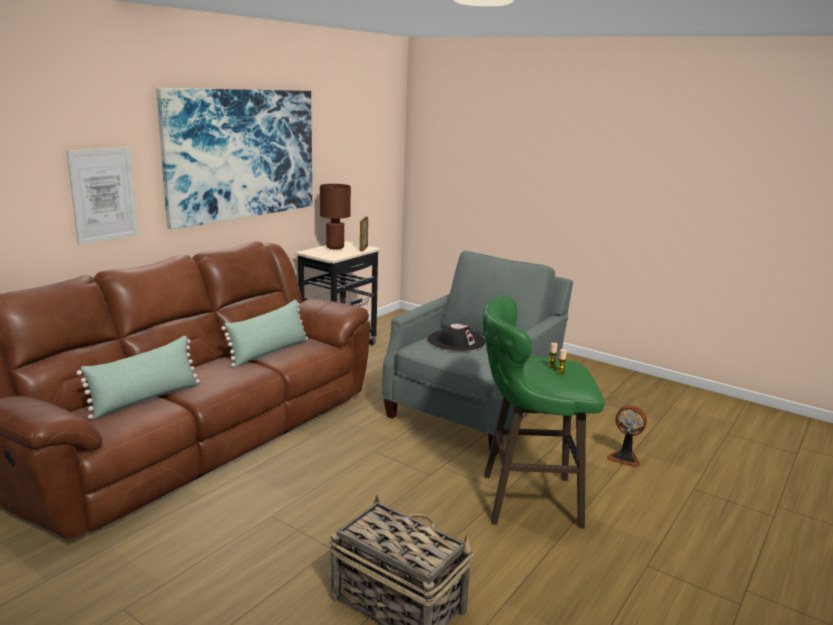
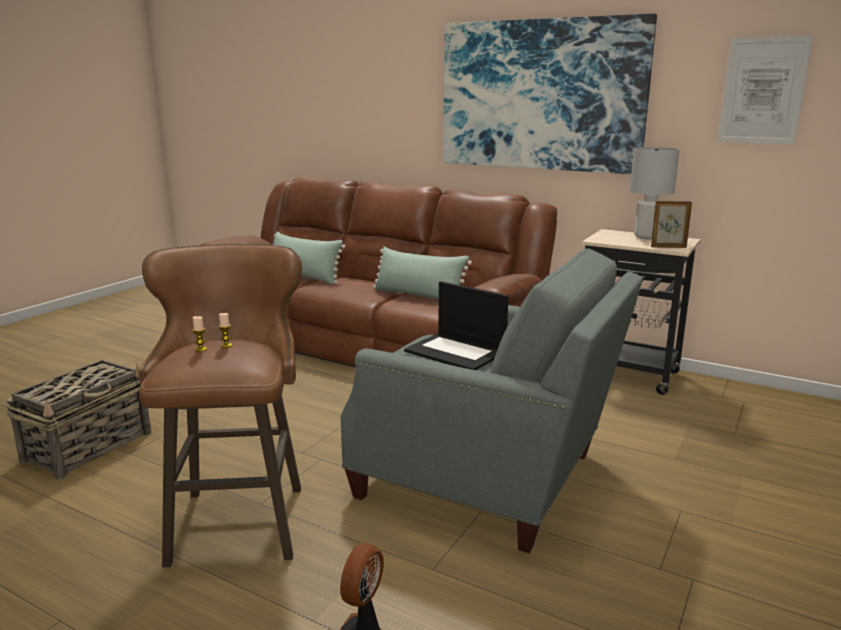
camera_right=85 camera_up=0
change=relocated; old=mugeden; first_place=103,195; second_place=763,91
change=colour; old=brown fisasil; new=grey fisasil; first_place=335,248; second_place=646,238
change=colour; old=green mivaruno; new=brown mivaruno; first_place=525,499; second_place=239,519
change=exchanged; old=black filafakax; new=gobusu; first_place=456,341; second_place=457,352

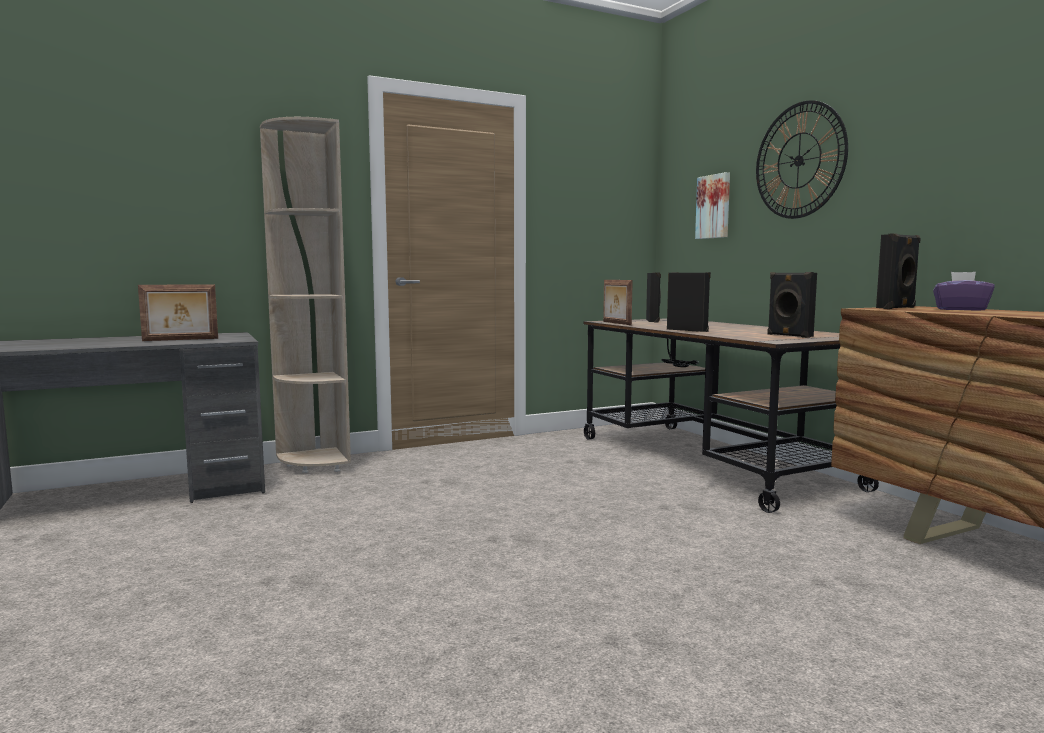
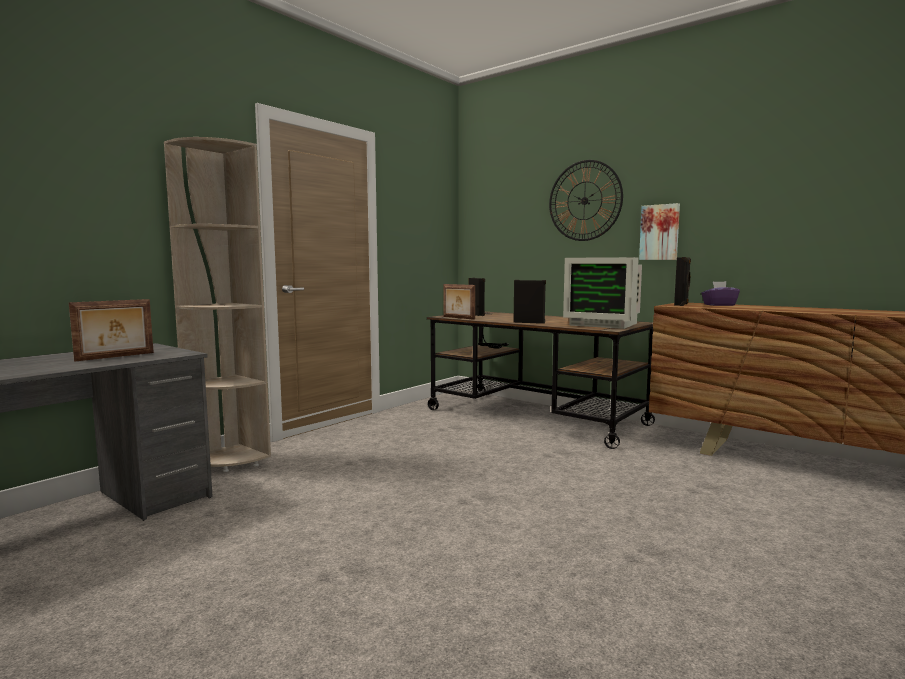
camera_right=-25 camera_up=0
change=relocated; old=mugeden; first_place=714,206; second_place=659,232
change=exchanged; old=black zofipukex; new=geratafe; first_place=789,335; second_place=603,324

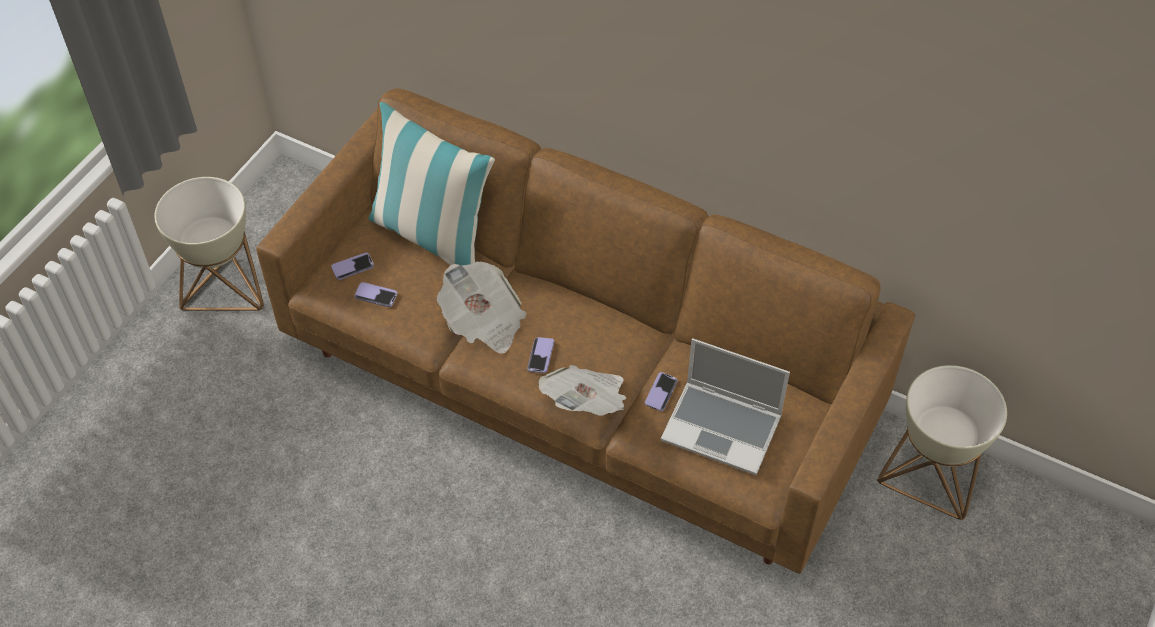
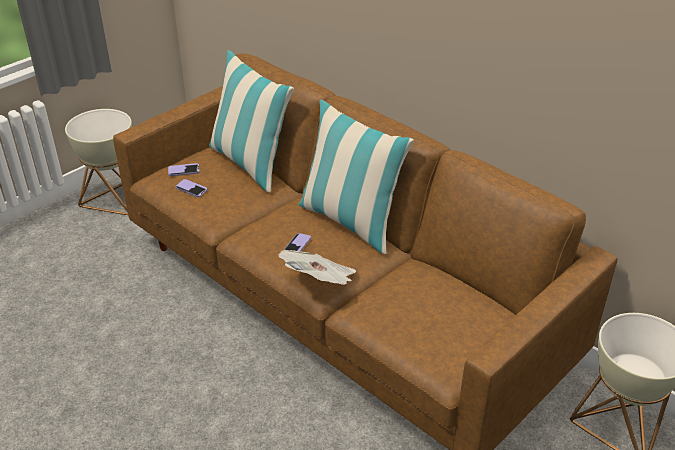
camera_right=15 camera_up=-15
change=missing; old=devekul; first_place=483,321
change=missing; old=gobusu; first_place=723,428
change=missing; old=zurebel; first_place=661,392
change=appeared; new=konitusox; second_place=350,221

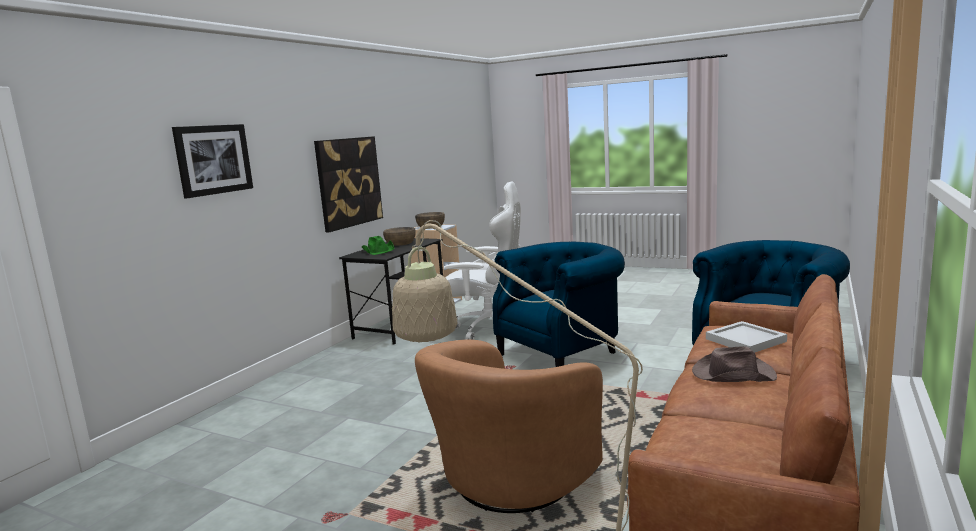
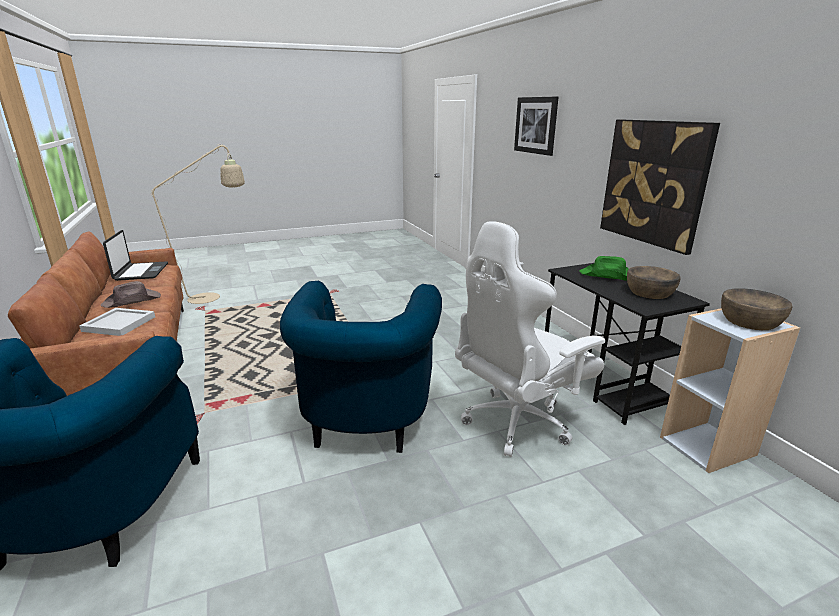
camera_right=130 camera_up=10
change=missing; old=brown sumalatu; first_place=512,481
change=appeared; new=gobusu; second_place=141,272

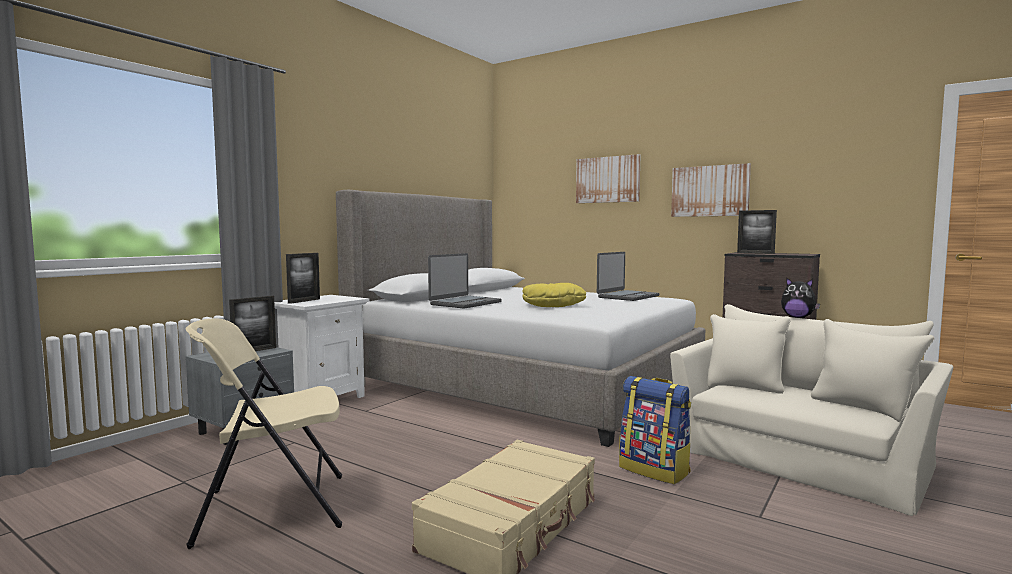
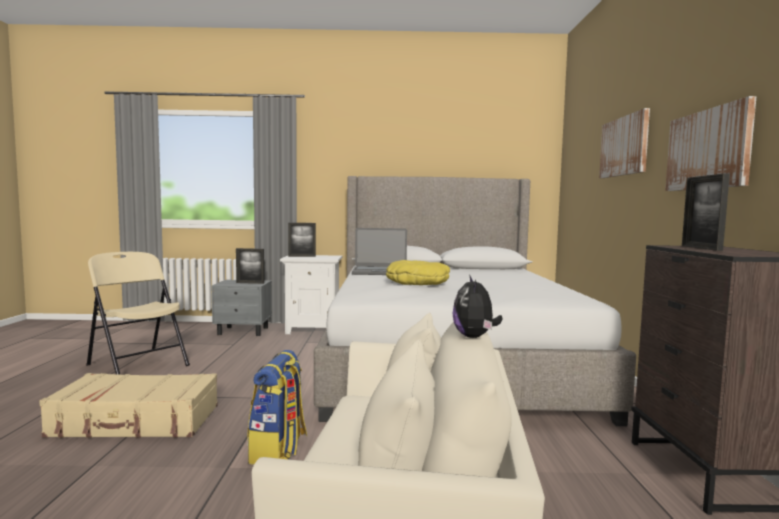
camera_right=55 camera_up=0
change=missing; old=gobusu; first_place=627,296

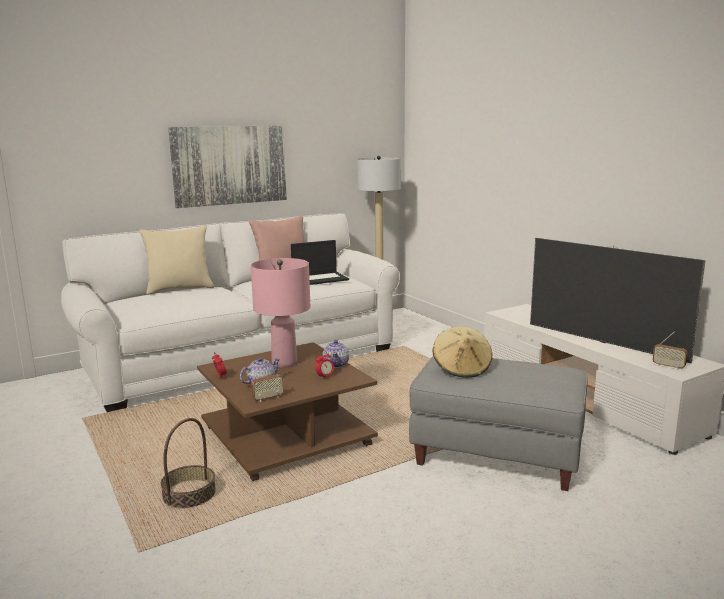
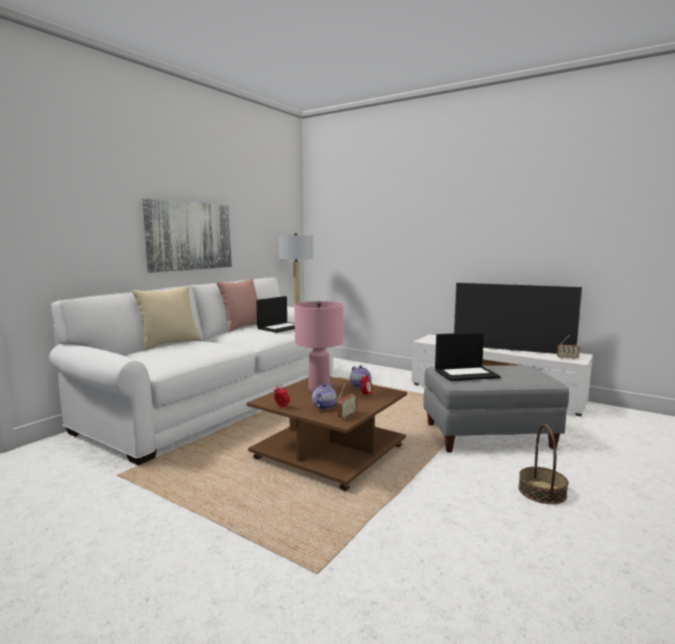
camera_right=-25 camera_up=-5
change=exchanged; old=beige filafakax; new=gobusu; first_place=462,369; second_place=466,373
change=relocated; old=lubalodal; first_place=189,495; second_place=542,492

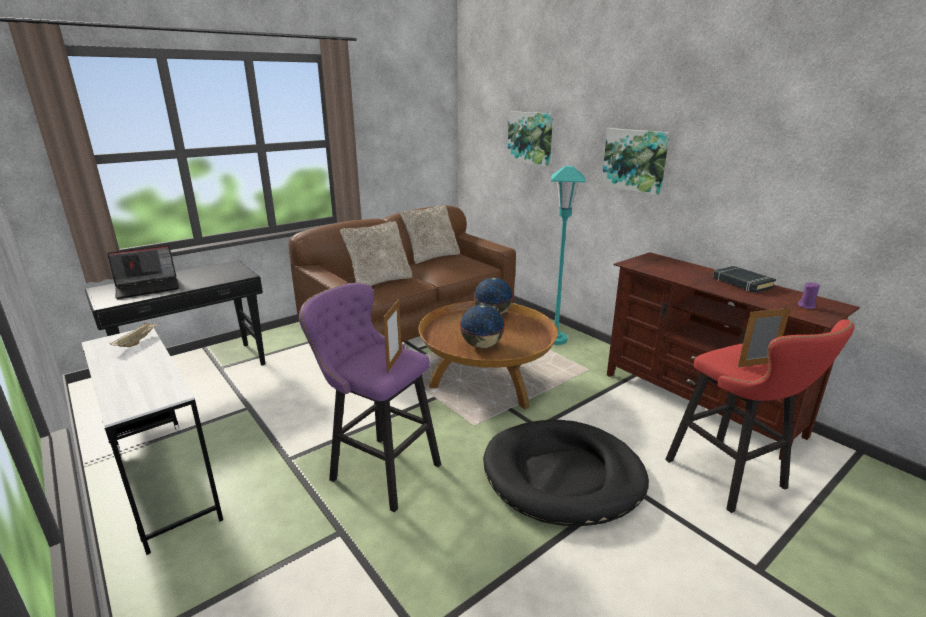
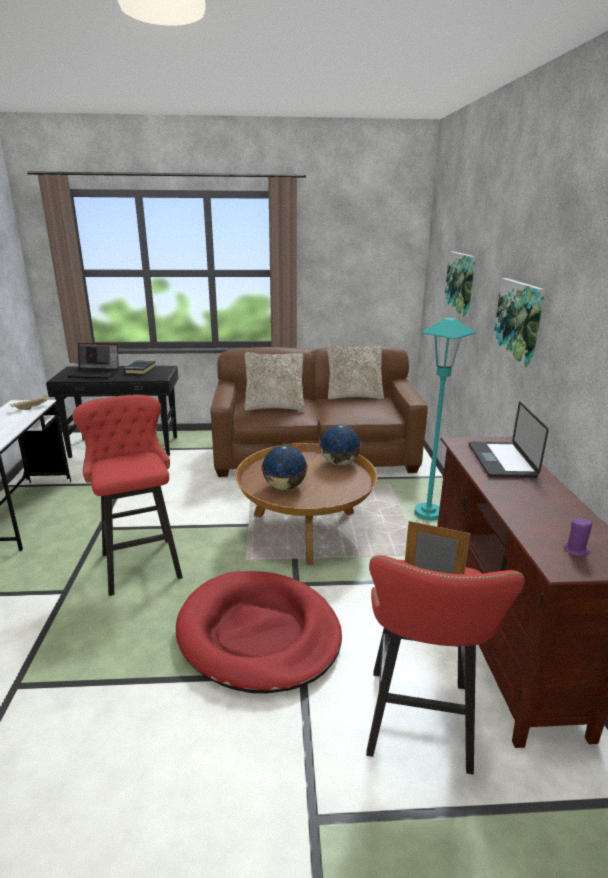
camera_right=35 camera_up=0
change=relocated; old=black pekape; first_place=741,283; second_place=140,370
change=colour; old=purple mivaruno; new=red mivaruno; first_place=376,467; second_place=140,559
change=missing; old=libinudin; first_place=394,362
change=colour; old=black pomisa; new=red pomisa; first_place=563,475; second_place=259,634
change=appeared; new=gobusu; second_place=501,461

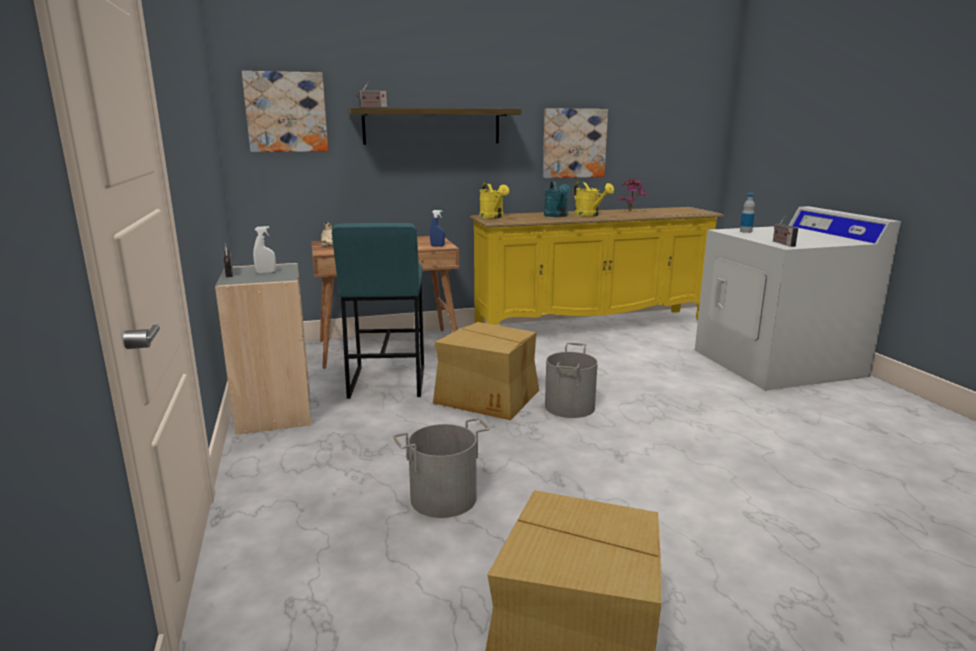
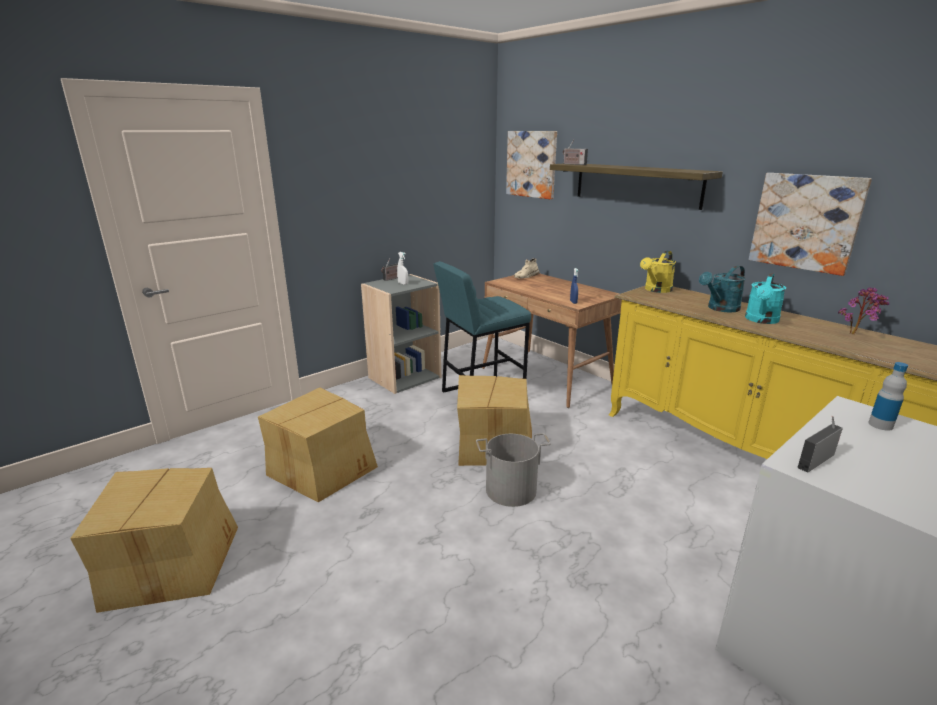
camera_right=65 camera_up=5
change=colour; old=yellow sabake; new=turquoise sabake; first_place=590,215; second_place=761,320
change=exchanged; old=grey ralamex; new=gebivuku; first_place=443,497; second_place=322,468

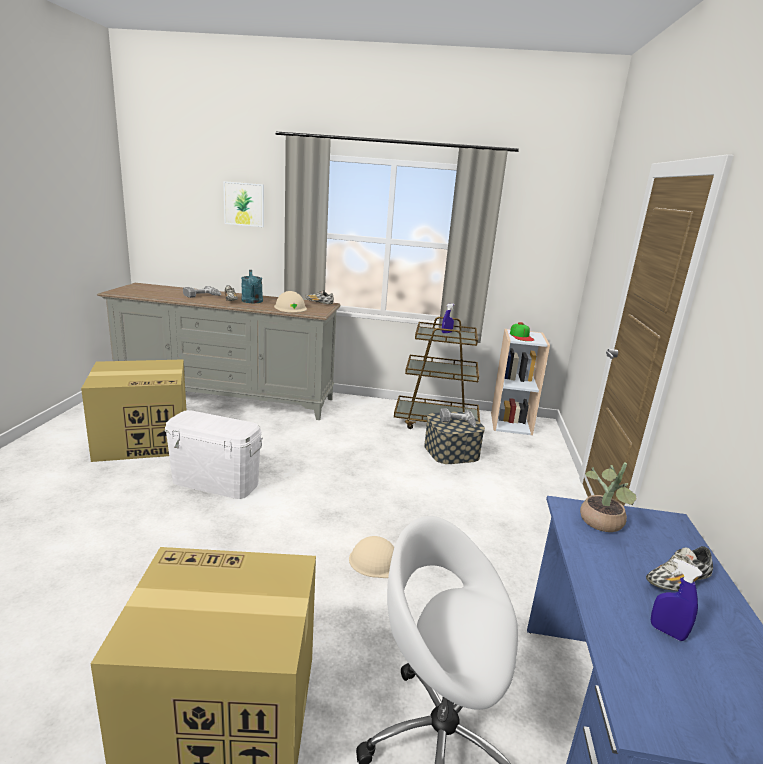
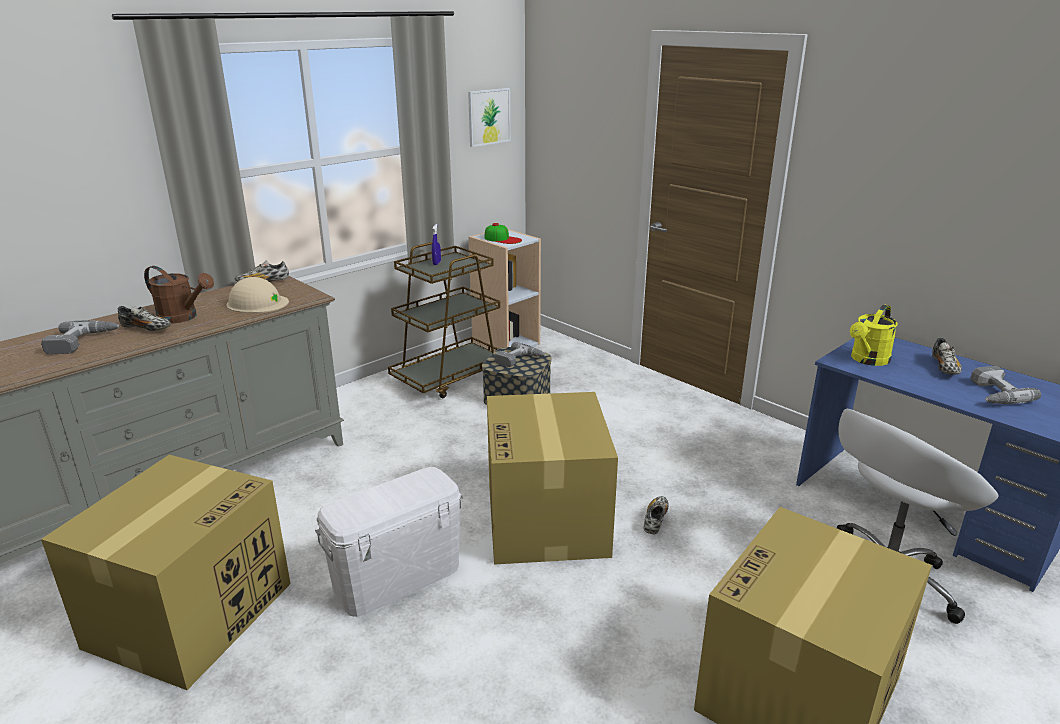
camera_right=-50 camera_up=5
change=relocated; old=mugeden; first_place=244,204; second_place=489,117
change=colour; old=turquoise sabake; new=brown sabake; first_place=252,302; second_place=183,317
change=exchanged; old=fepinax; new=yellow sabake; first_place=602,524; second_place=867,360
change=exchanged; old=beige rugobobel; new=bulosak; first_place=376,561; second_place=655,520
change=exchanged; old=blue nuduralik; new=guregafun; first_place=667,632; second_place=992,393
change=appeared; new=gebivuku; second_place=547,521

